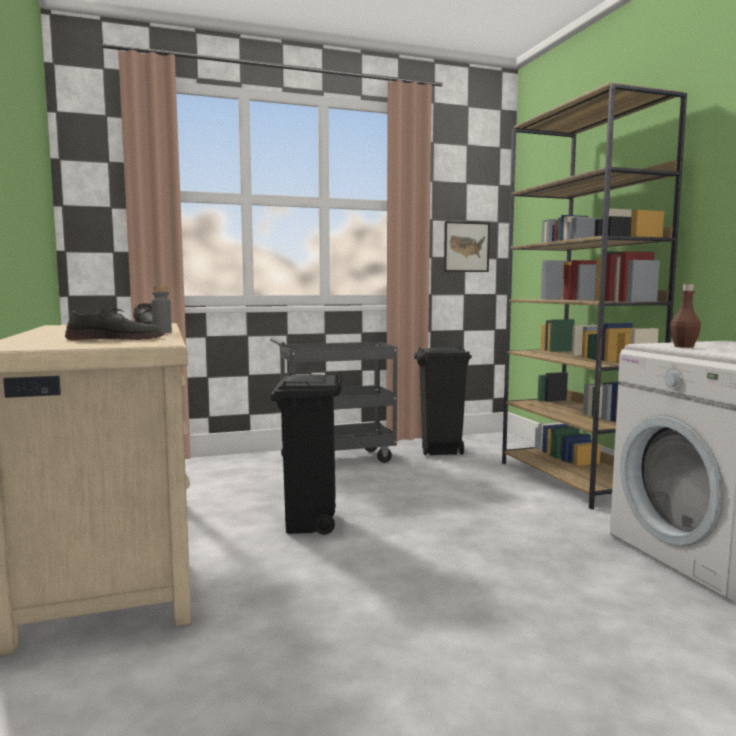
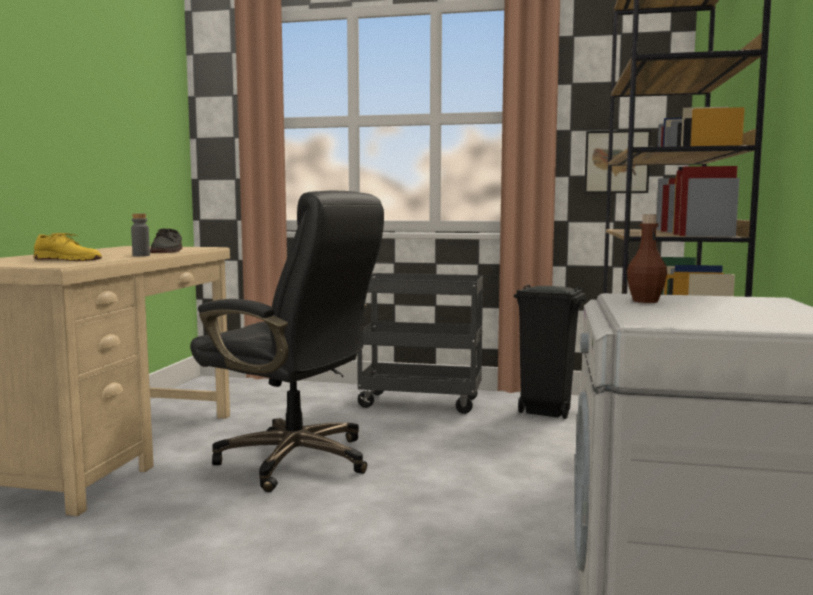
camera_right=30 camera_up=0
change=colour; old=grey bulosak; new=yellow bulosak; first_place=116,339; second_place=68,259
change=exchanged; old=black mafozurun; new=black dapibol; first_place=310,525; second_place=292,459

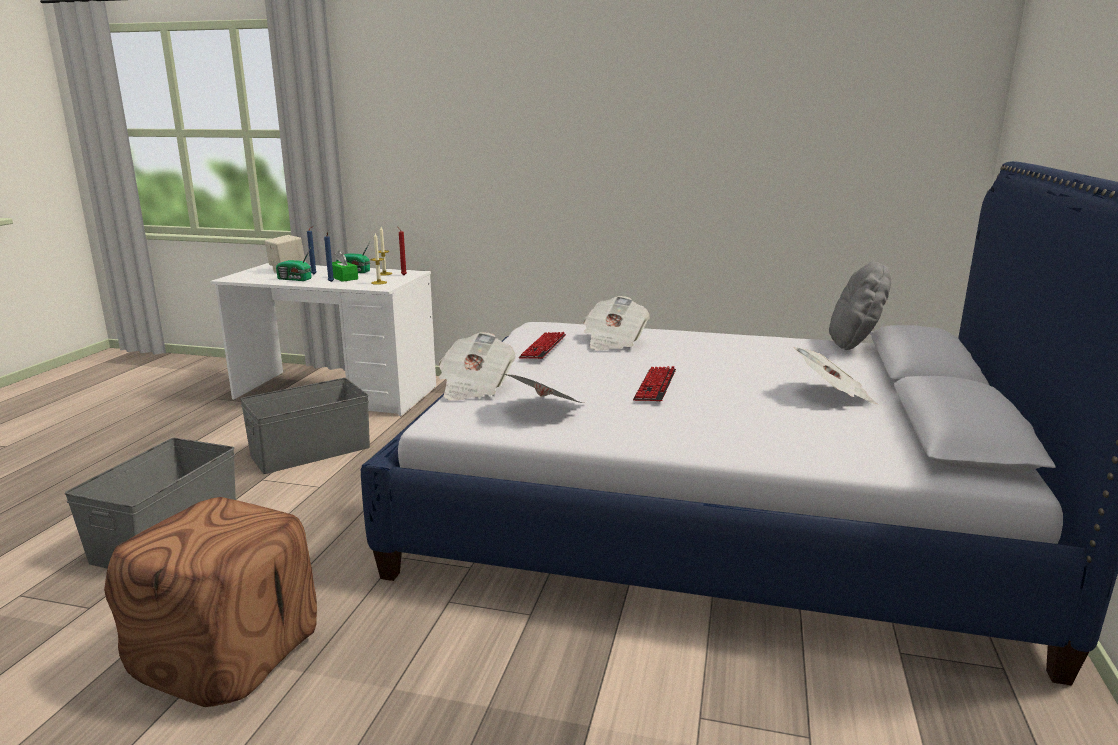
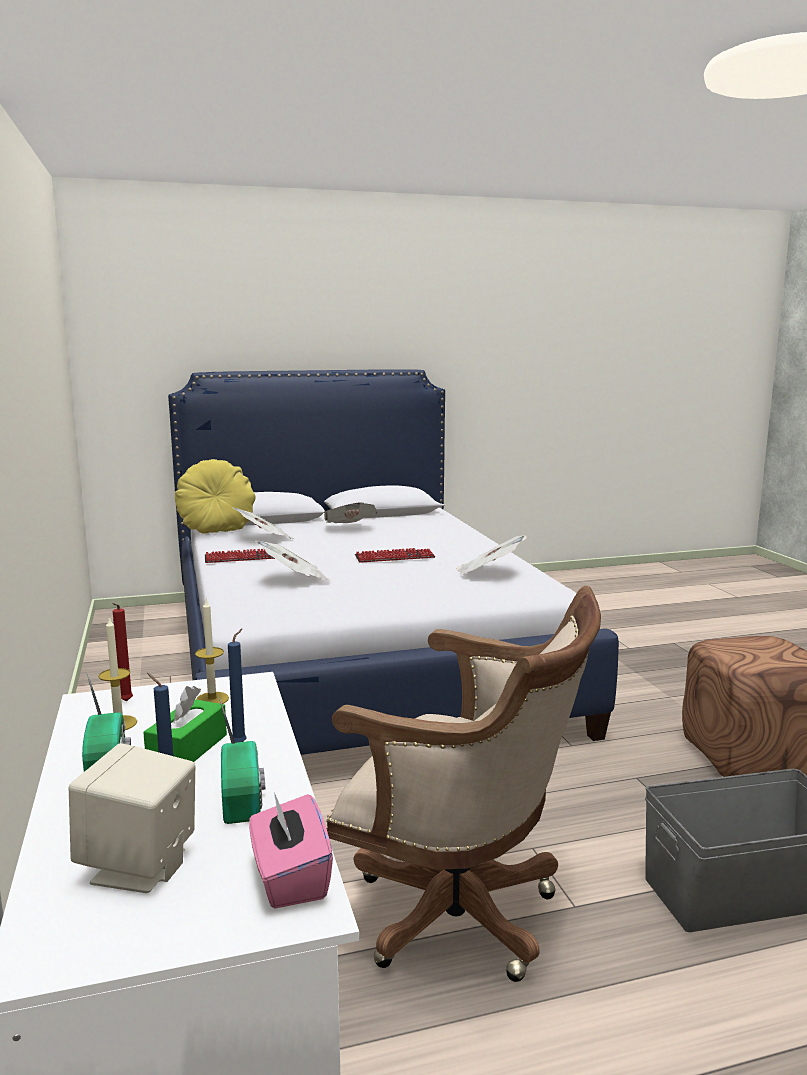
camera_right=-120 camera_up=-5
change=colour; old=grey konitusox; new=yellow konitusox; first_place=854,345; second_place=217,531
change=relocated; old=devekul; first_place=474,387; second_place=264,539
change=relocated; old=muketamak; first_place=543,347; second_place=244,558
change=exchanged; old=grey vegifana; new=dapibol; first_place=310,451; second_place=464,916
change=appeared; new=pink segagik; second_place=290,878

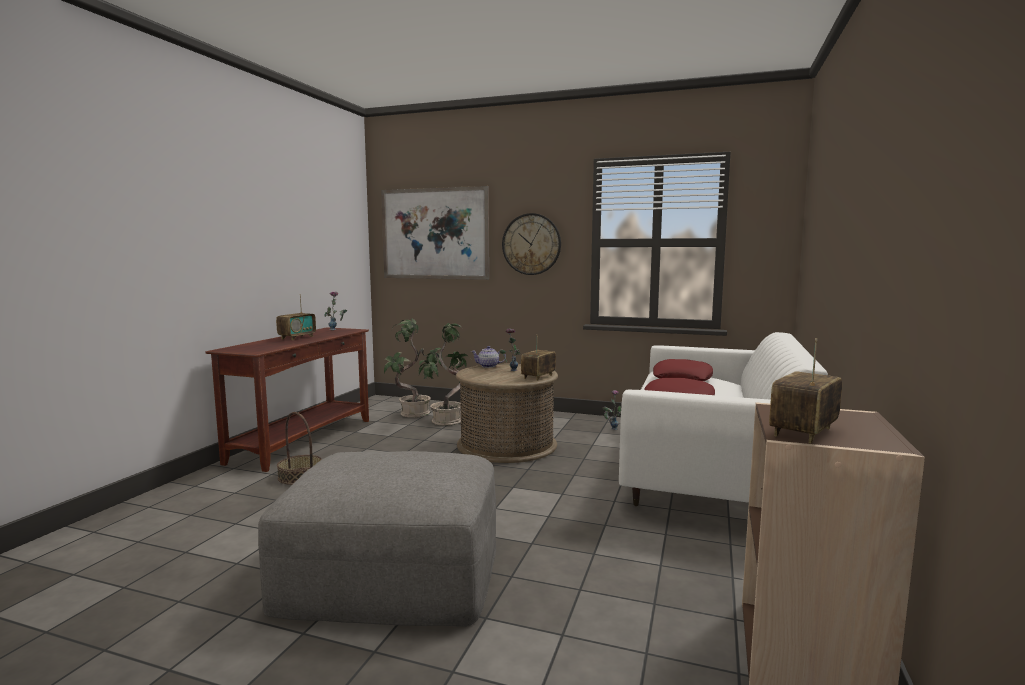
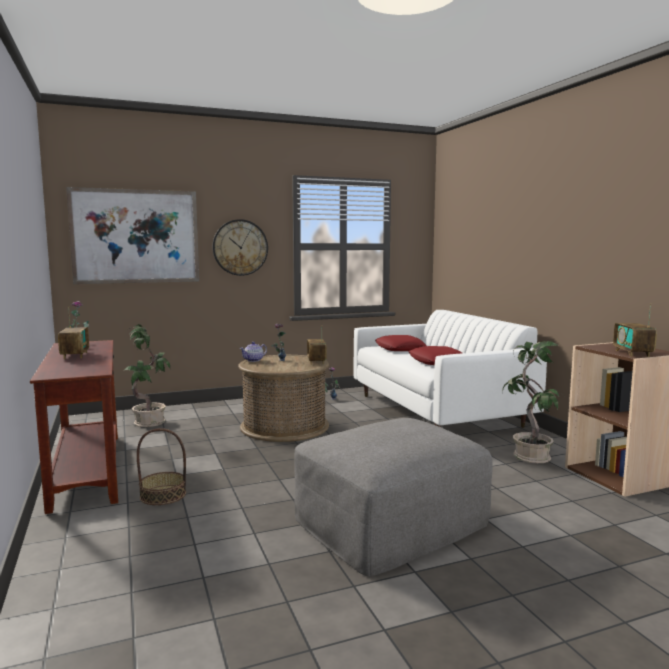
camera_right=-40 camera_up=0
change=relocated; old=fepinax; first_place=446,420; second_place=529,456

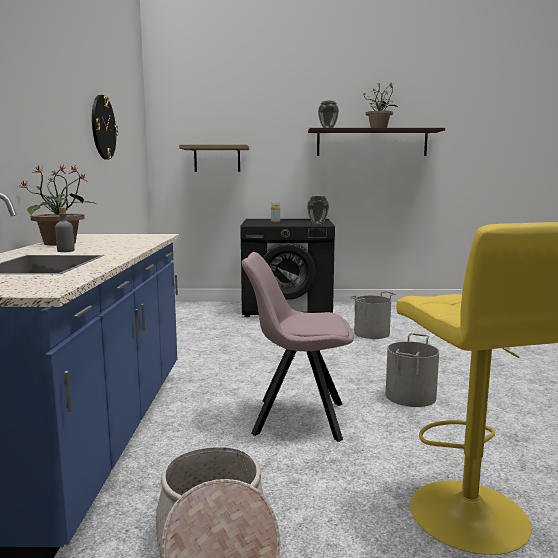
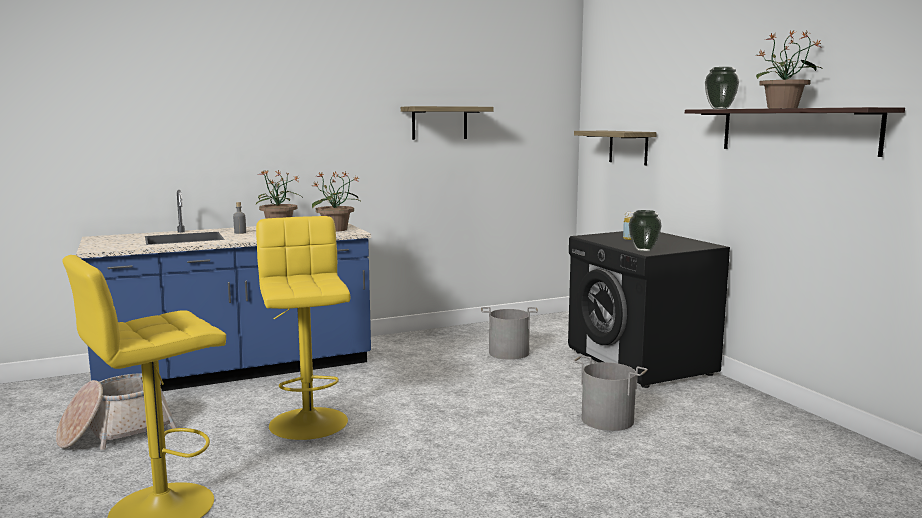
camera_right=65 camera_up=0
change=exchanged; old=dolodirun; new=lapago; first_place=103,127; second_place=439,123
change=exchanged; old=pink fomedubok; new=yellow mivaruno; first_place=298,419; second_place=309,423
change=relocated; old=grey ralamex; first_place=409,396; second_place=508,352
change=appeared; new=fepinax; second_place=336,229

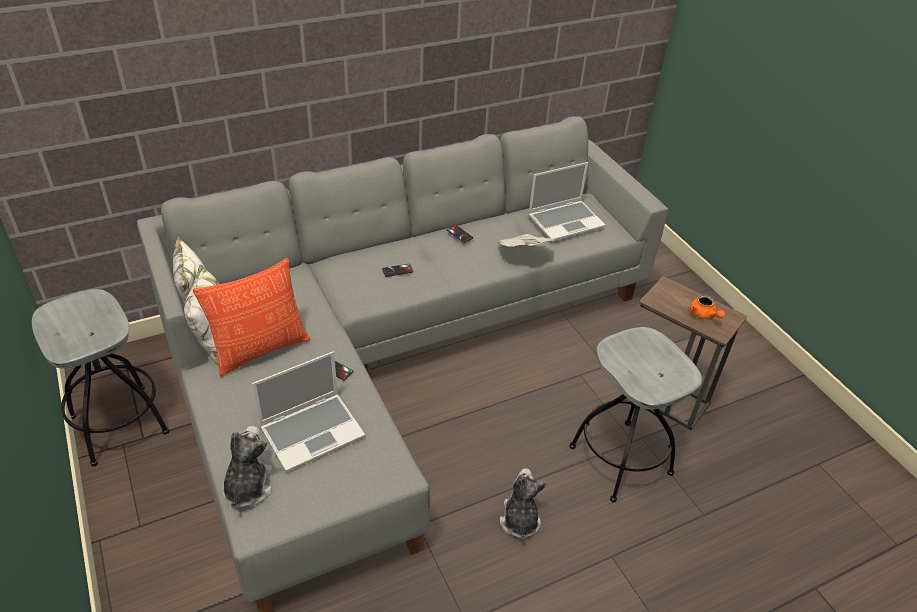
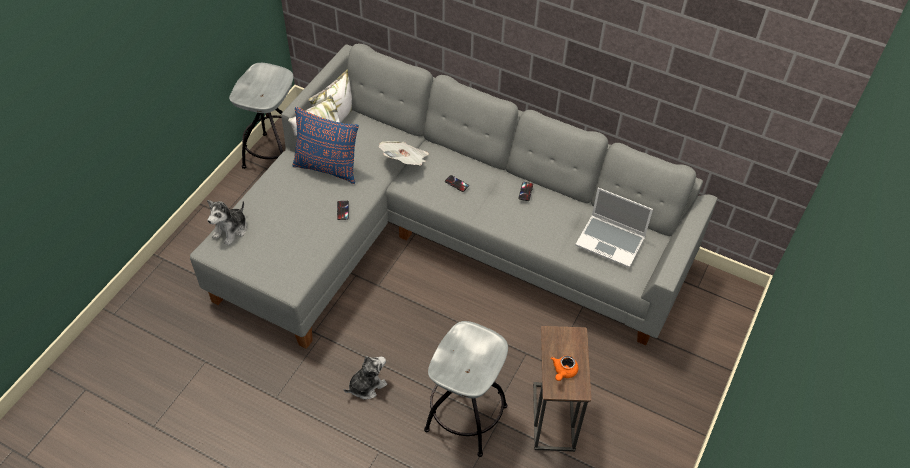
camera_right=55 camera_up=10
change=relocated; old=devekul; first_place=523,252; second_place=405,161
change=colour; old=orange konitusox; new=blue konitusox; first_place=260,350; second_place=327,168
change=missing; old=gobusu; first_place=313,431
change=spun; old=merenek; first_place=247,487; second_place=231,230; degrees=150

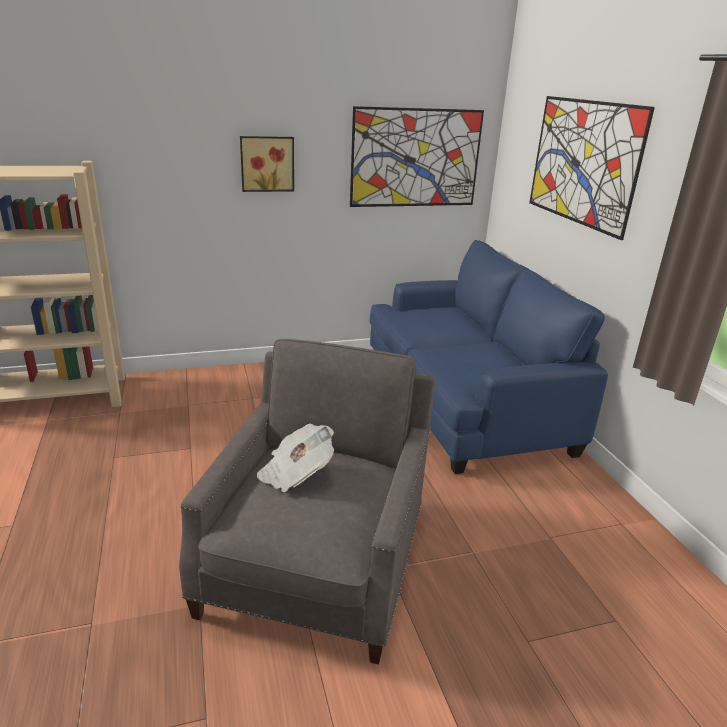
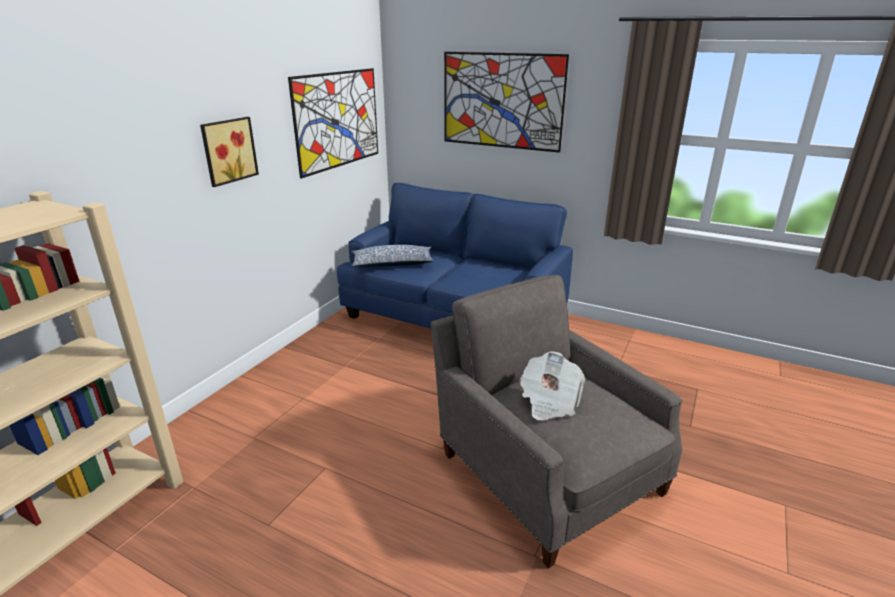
camera_right=-45 camera_up=0
change=appeared; new=konitusox; second_place=393,265

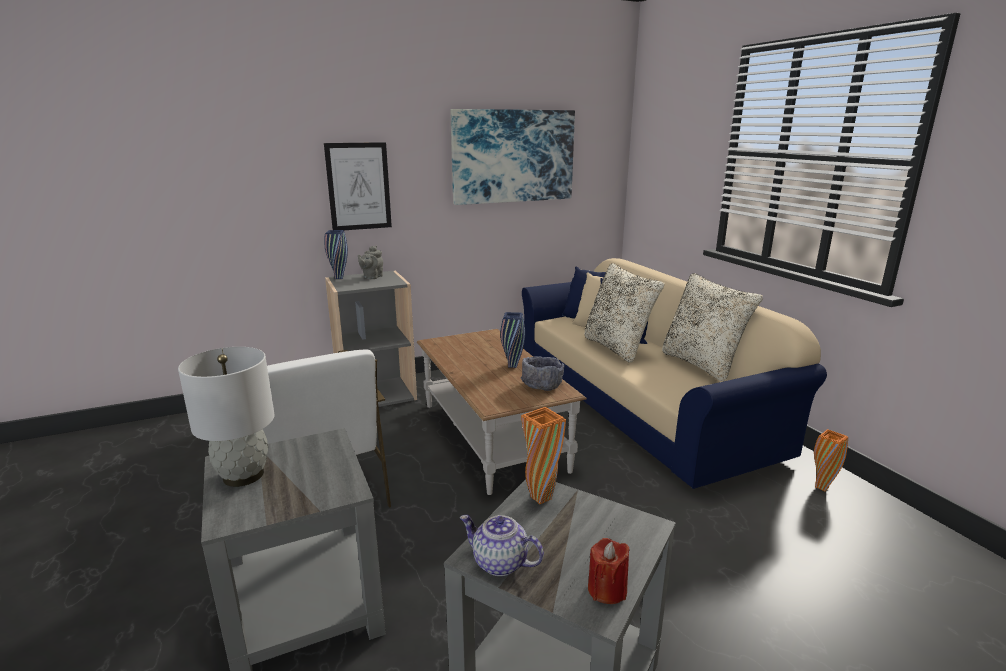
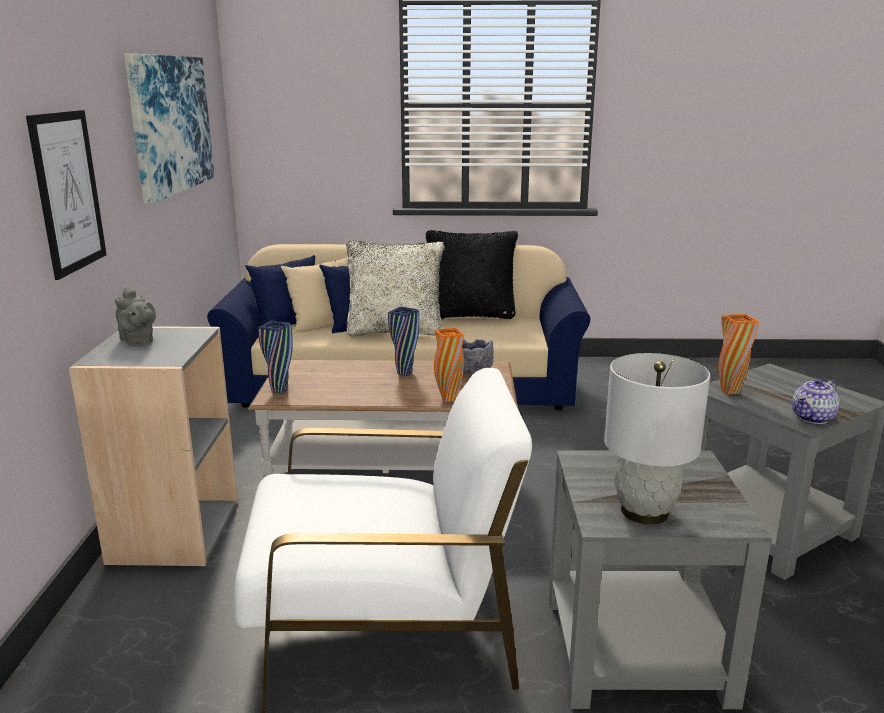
camera_right=-65 camera_up=0
change=relocated; old=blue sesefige; first_place=339,277; second_place=279,390
change=colour; old=beige konitusox; new=black konitusox; first_place=701,366; second_place=471,317
change=relocated; old=orange sesefige; first_place=821,487; second_place=448,399
change=missing; old=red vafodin; first_place=607,590

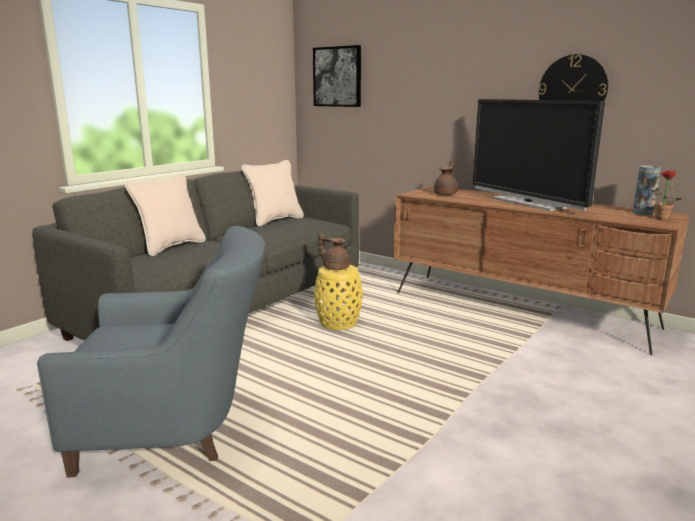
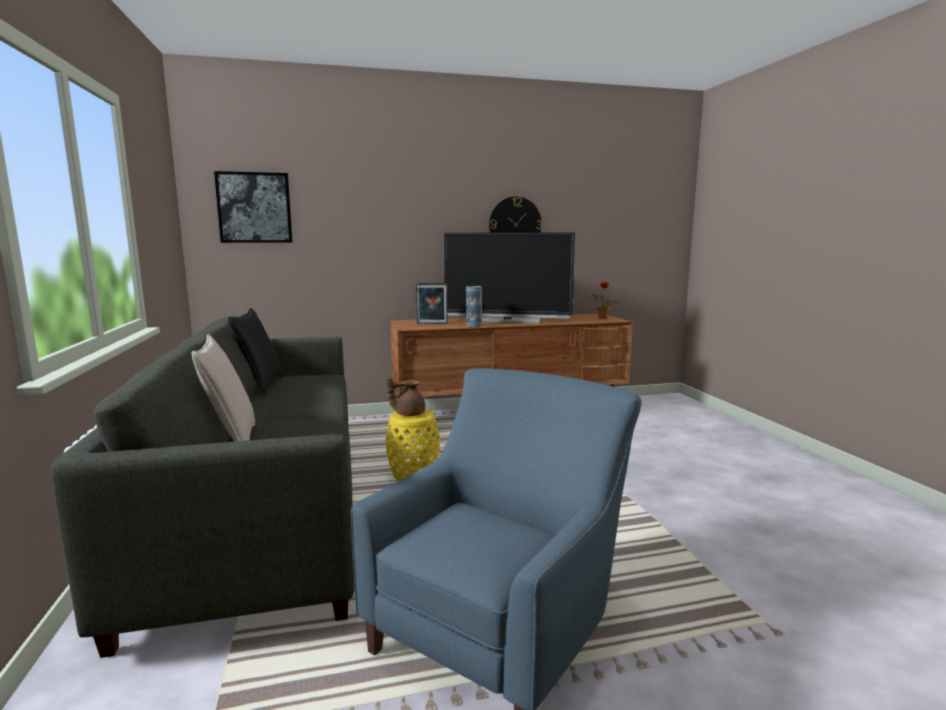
camera_right=-50 camera_up=-5
change=colour; old=beige konitusox; new=black konitusox; first_place=275,220; second_place=261,385
change=exchanged; old=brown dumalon; new=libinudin; first_place=446,194; second_place=432,324
change=relocated; old=sesefige; first_place=642,213; second_place=474,325

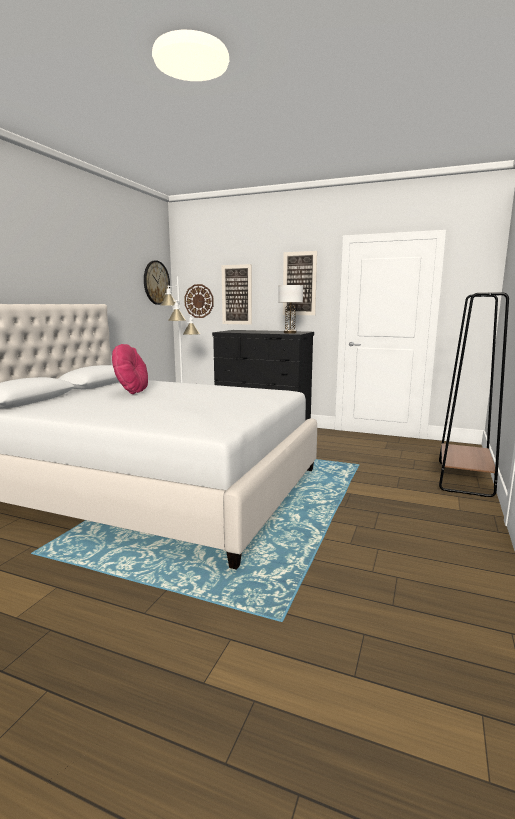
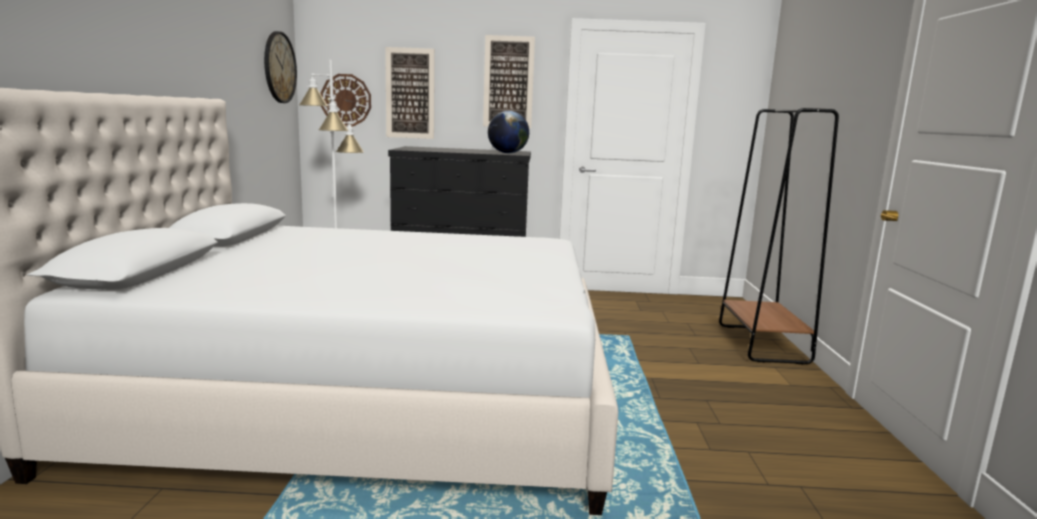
camera_right=-20 camera_up=0
change=exchanged; old=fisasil; new=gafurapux; first_place=289,333; second_place=507,153
change=missing; old=pink konitusox; first_place=132,392

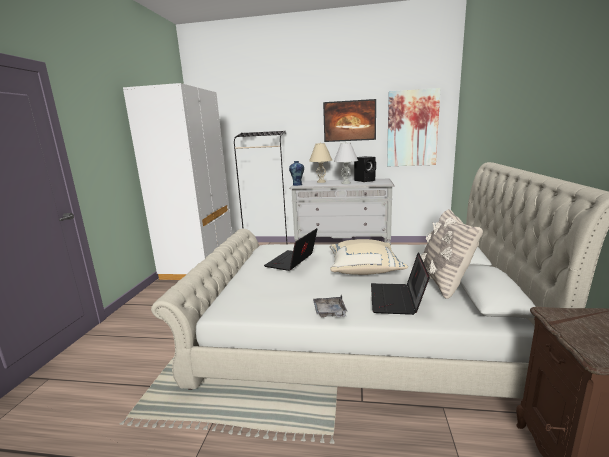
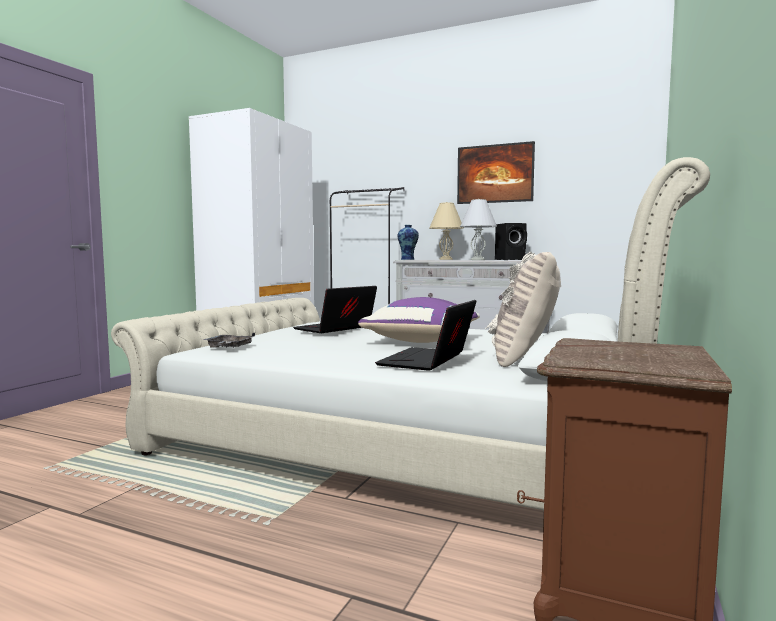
camera_right=15 camera_up=-10
change=missing; old=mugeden; first_place=412,128
change=colour; old=beige konitusox; new=purple konitusox; first_place=364,269; second_place=423,341
change=relocated; old=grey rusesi; first_place=330,312; second_place=229,348

